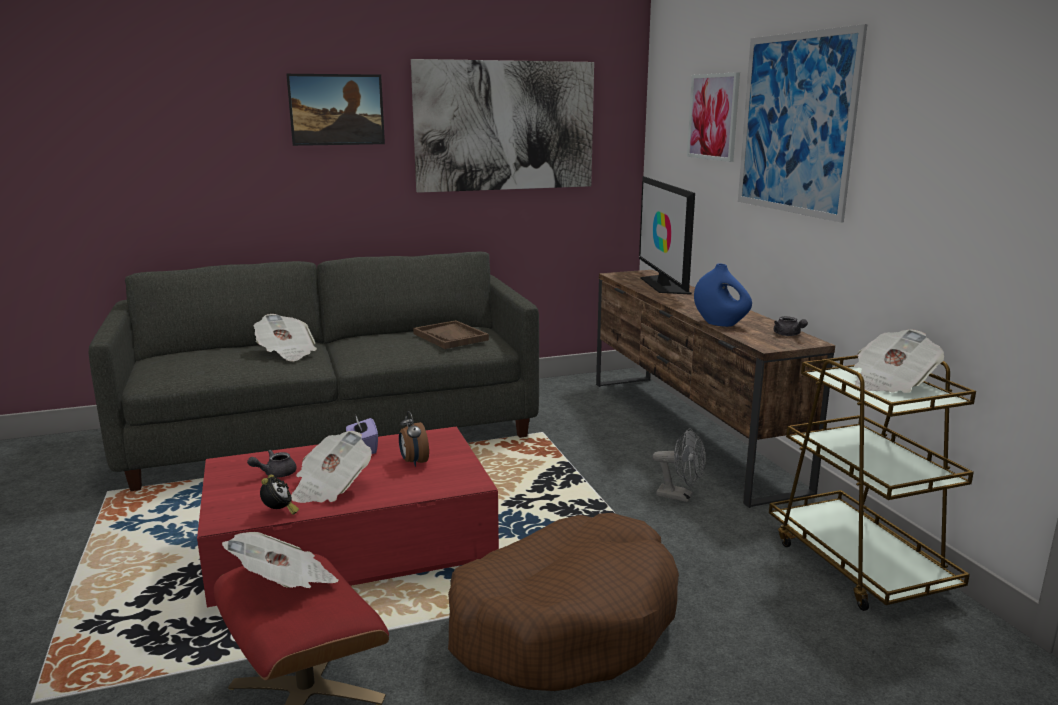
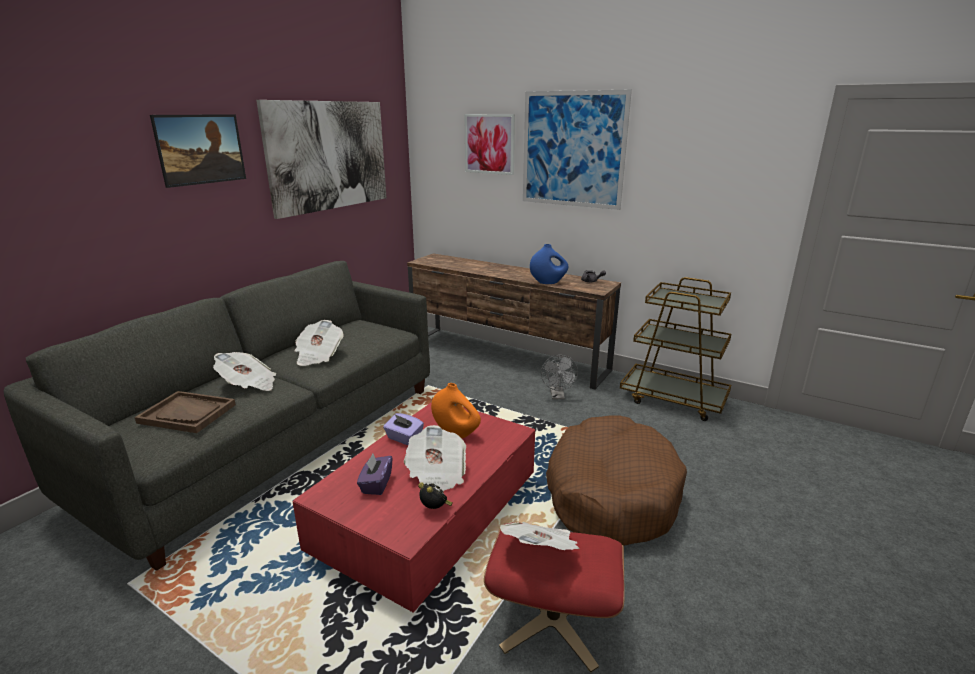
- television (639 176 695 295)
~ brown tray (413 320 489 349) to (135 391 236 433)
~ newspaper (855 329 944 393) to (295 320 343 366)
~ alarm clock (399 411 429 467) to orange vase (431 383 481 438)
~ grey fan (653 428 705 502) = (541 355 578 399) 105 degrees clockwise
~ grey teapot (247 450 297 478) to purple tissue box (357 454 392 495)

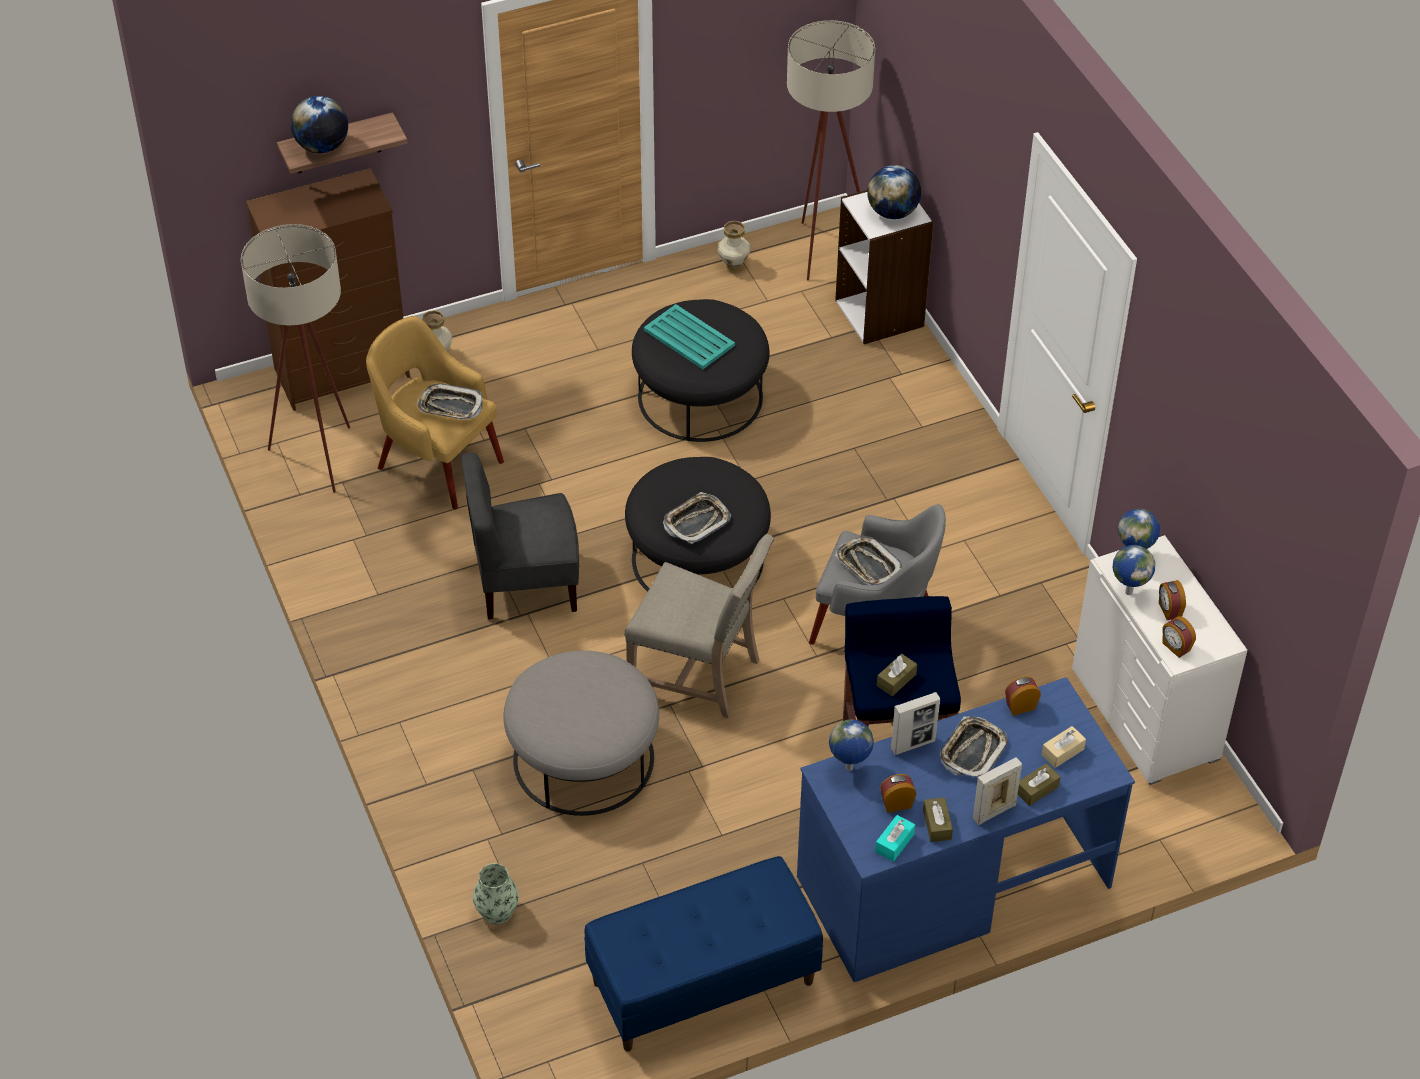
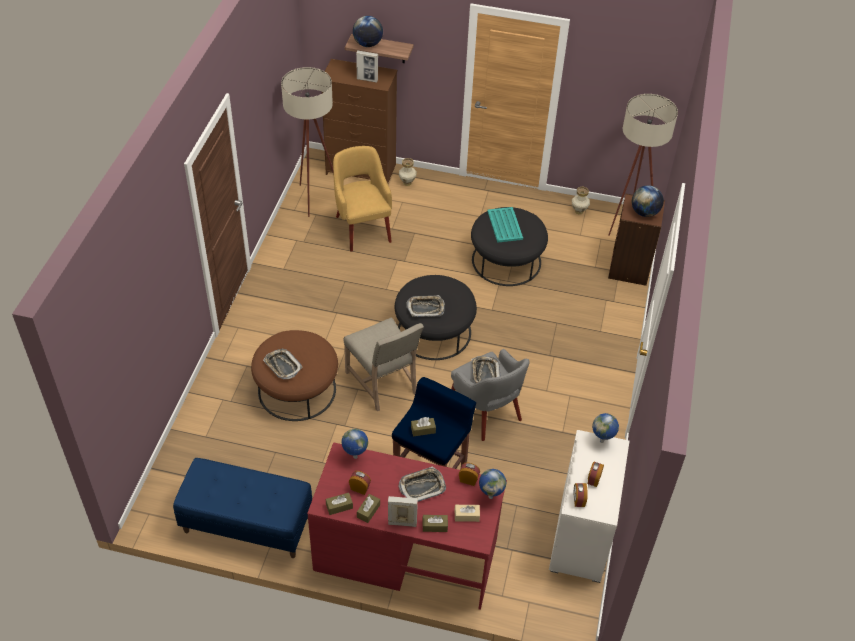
~ white bookcase (835 190 933 344) to brown bookcase (608 194 665 286)
~ tray (417 383 482 420) to (263 349 303 379)
- grey chair (461 452 579 619)
~ globe (1113 545 1155 595) to (479 469 506 499)
~ grey ottoman (503 650 659 816) to brown ottoman (251 330 338 421)
~ blue desk (797 677 1135 982) to red desk (307 442 507 610)
~ picture frame (891 692 940 755) to (356 50 378 83)
~ turquoise tissue box (875 815 915 862) to brown tissue box (326 493 353 515)
- vase (473 863 519 924)

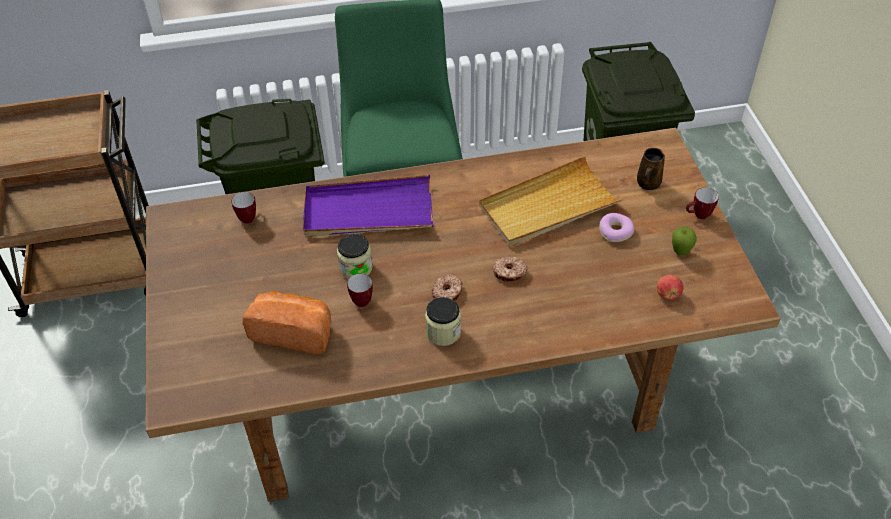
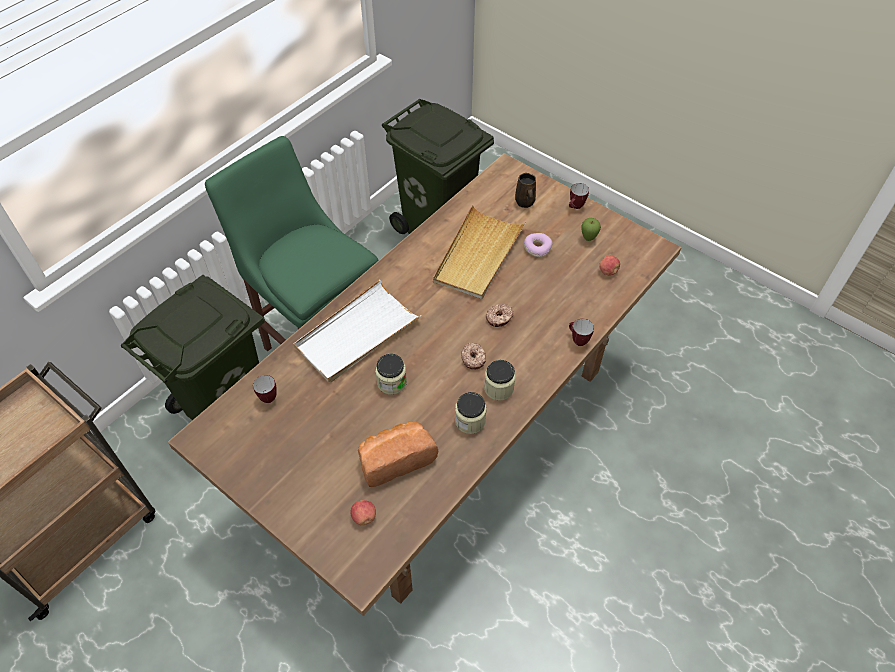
~ purple tray (303 175 434 237) to white tray (293 280 421 383)
~ mug (347 274 373 307) to (569 319 594 346)
+ jar (455 392 487 434)
+ apple (351 500 376 525)

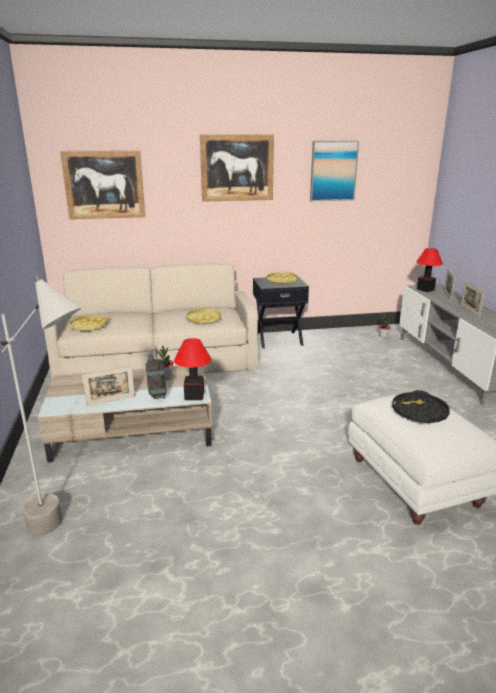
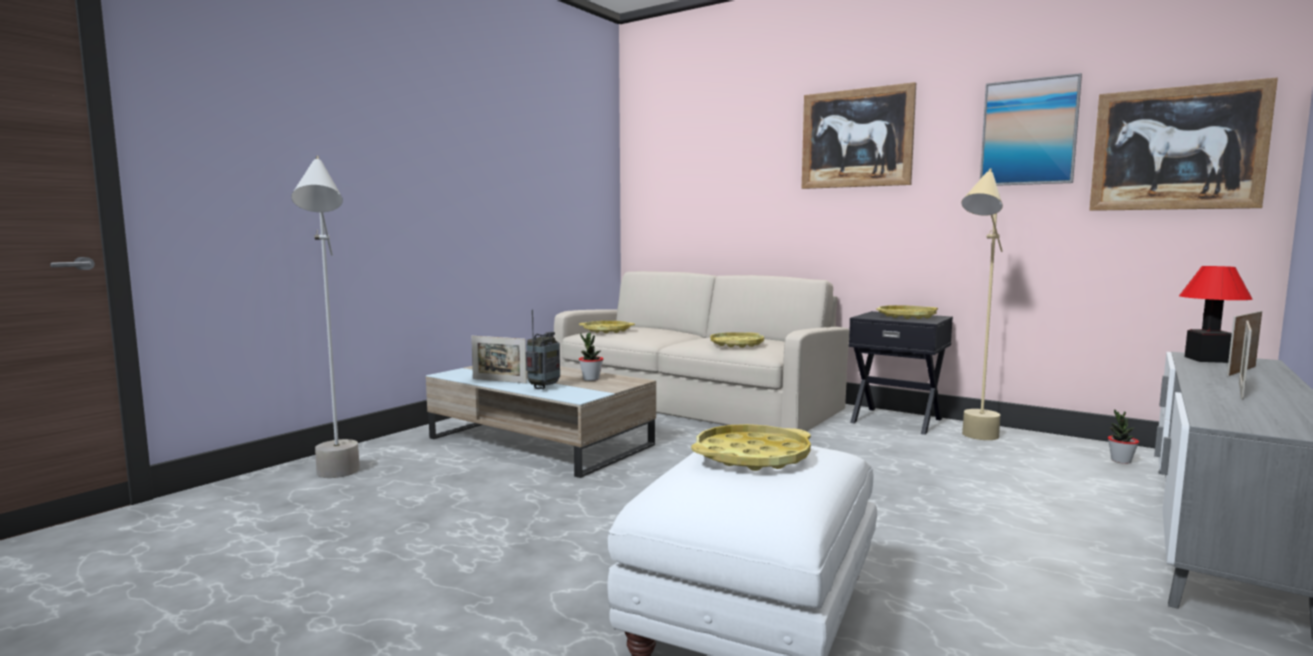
~ picture (60 150 145 219) to (1089 77 1278 211)
- table lamp (174 338 211 400)
~ black tray (392 390 450 423) to yellow tray (691 424 811 471)
+ beige floor lamp (961 168 1003 440)

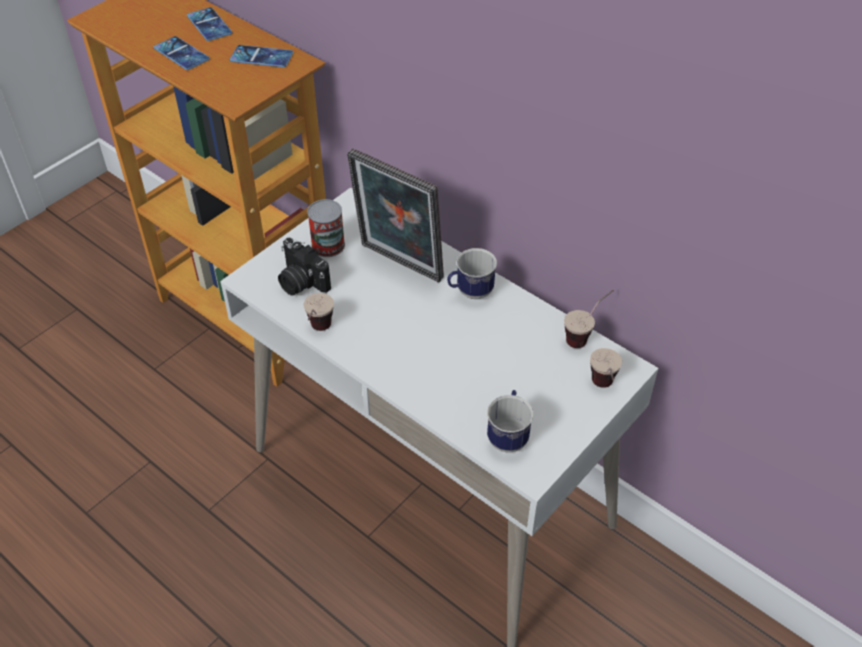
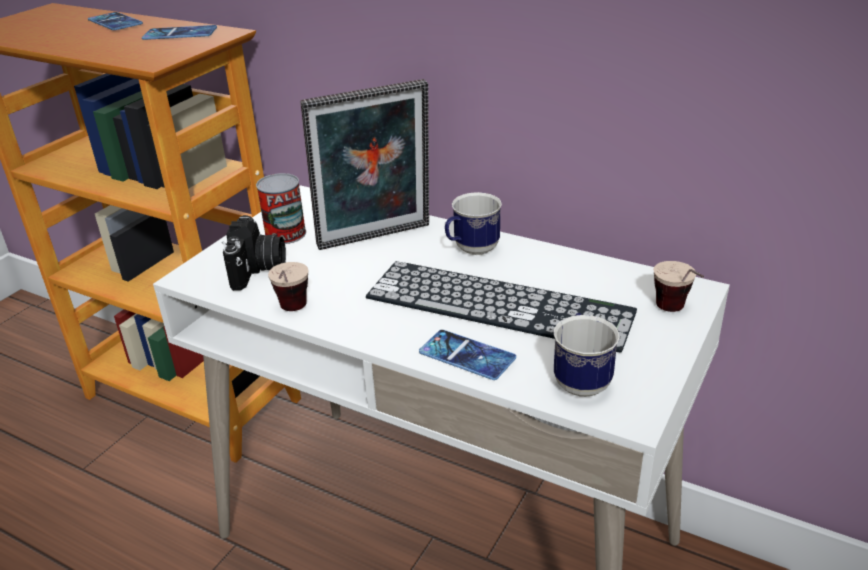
~ phone (154 36 210 70) to (419 330 516 380)
~ picture frame (347 148 444 282) = (300 79 429 250) 45 degrees counterclockwise
~ photo camera (278 238 331 296) = (222 215 286 291) 120 degrees counterclockwise
- cup (564 290 614 348)
+ keyboard (366 261 637 353)

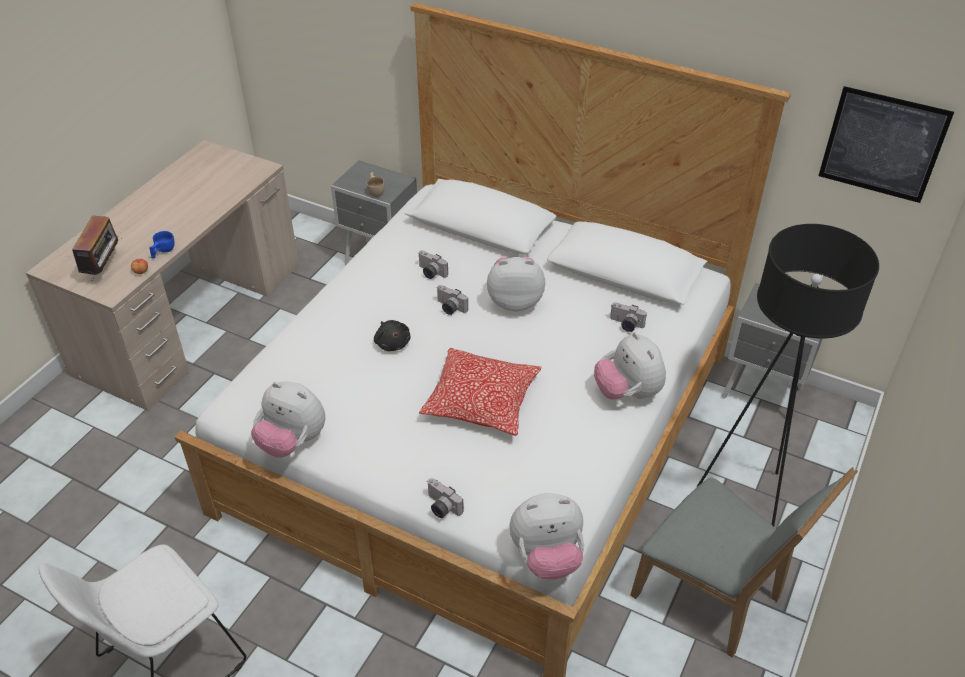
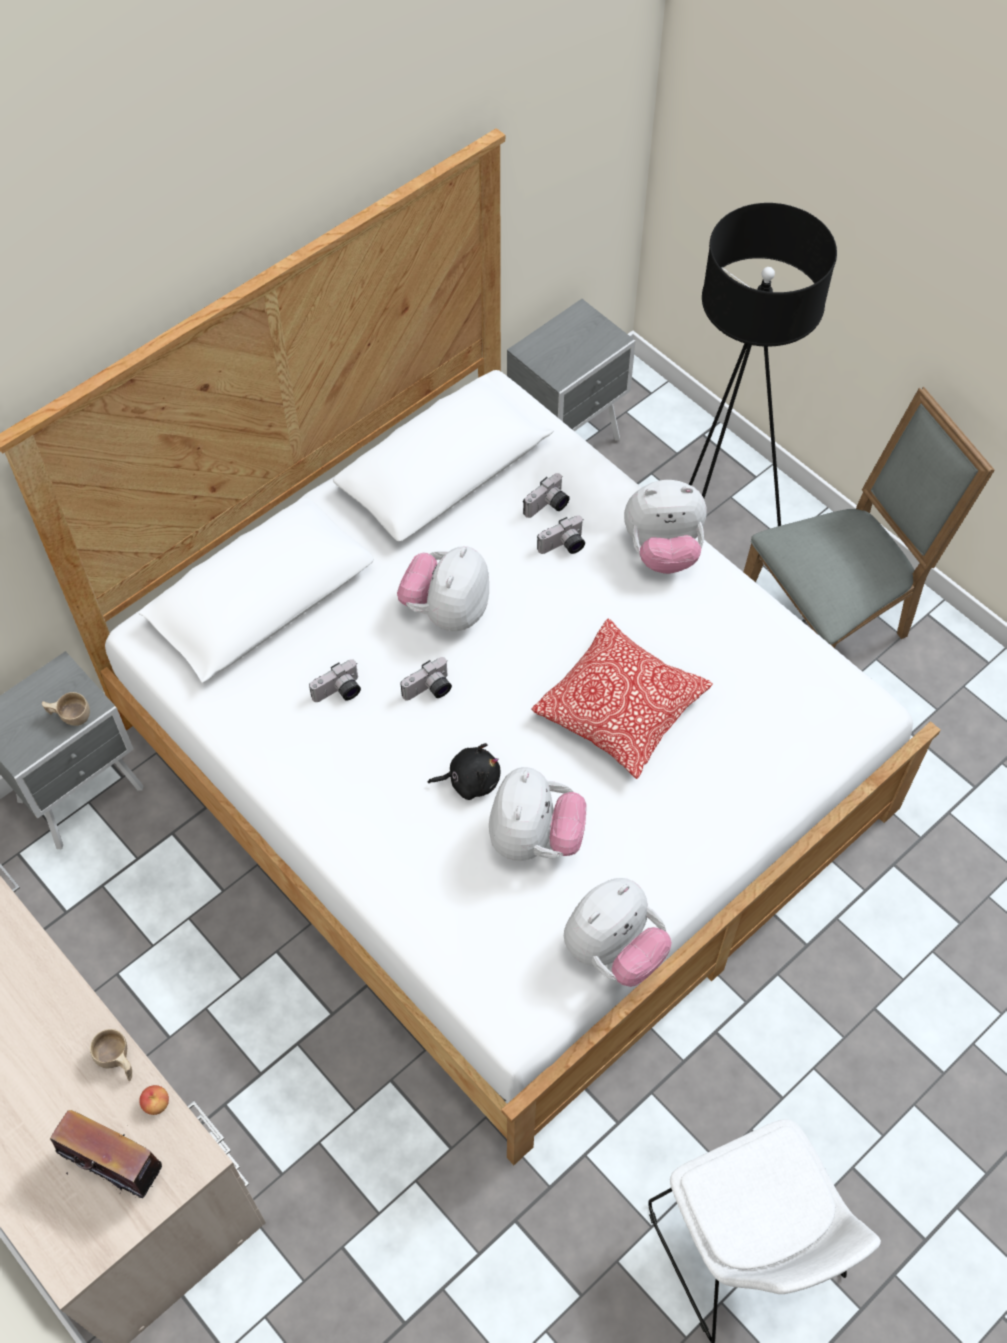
- picture (818 86 954 203)
~ blue cup (149 231 175 258) to beige cup (90 1029 132 1081)
~ photo camera (428 478 464 518) to (537 515 585 554)
~ plush toy (509 493 584 580) to (489 767 586 861)

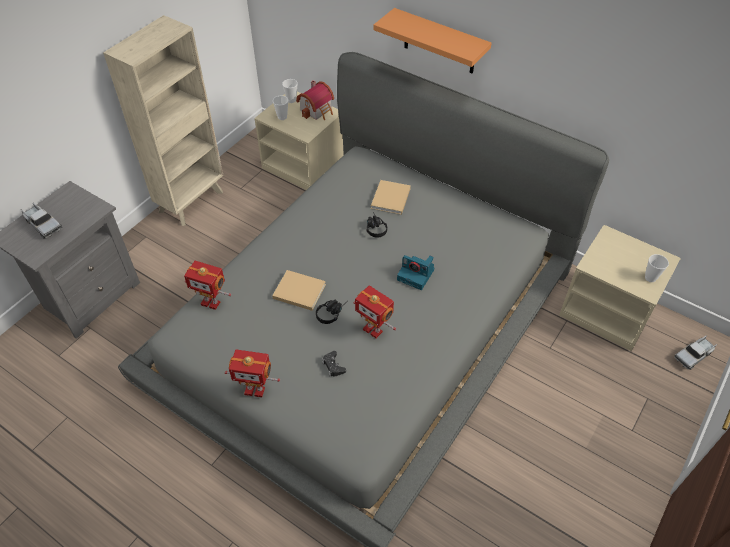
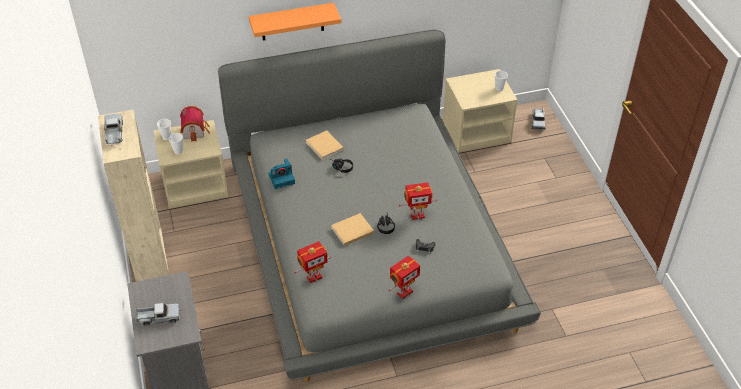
~ photo camera (397 255 434 290) to (268 158 295 189)
+ toy truck (104 114 123 144)

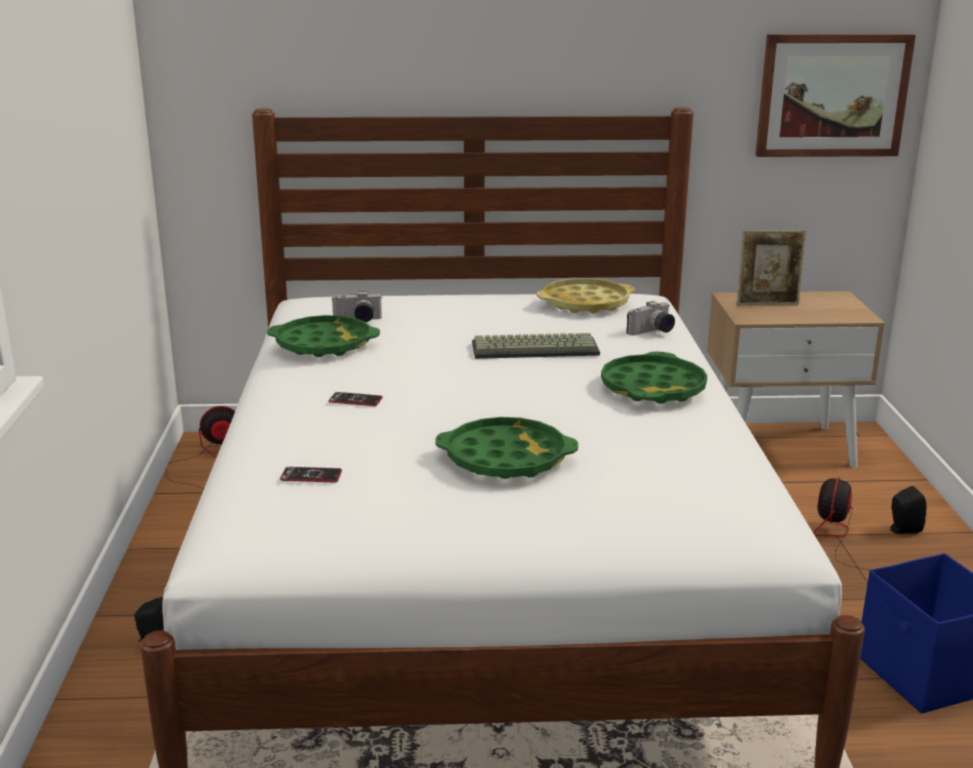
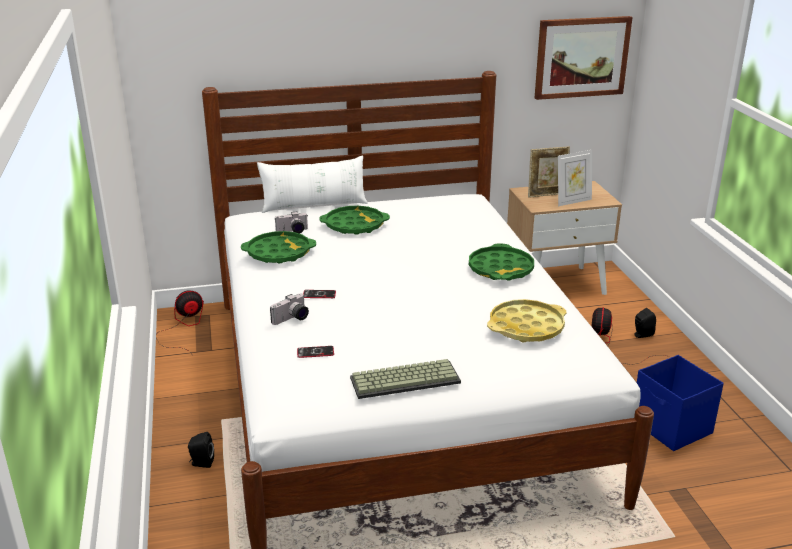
~ yellow tray (536 278 635 314) to (487 299 566 342)
~ photo camera (627 301 675 336) to (270 294 309 325)
~ keyboard (472 333 600 359) to (350 359 461 399)
~ green tray (435 417 578 479) to (319 206 390 235)
+ picture frame (558 150 592 206)
+ white pillow (257 155 368 213)

